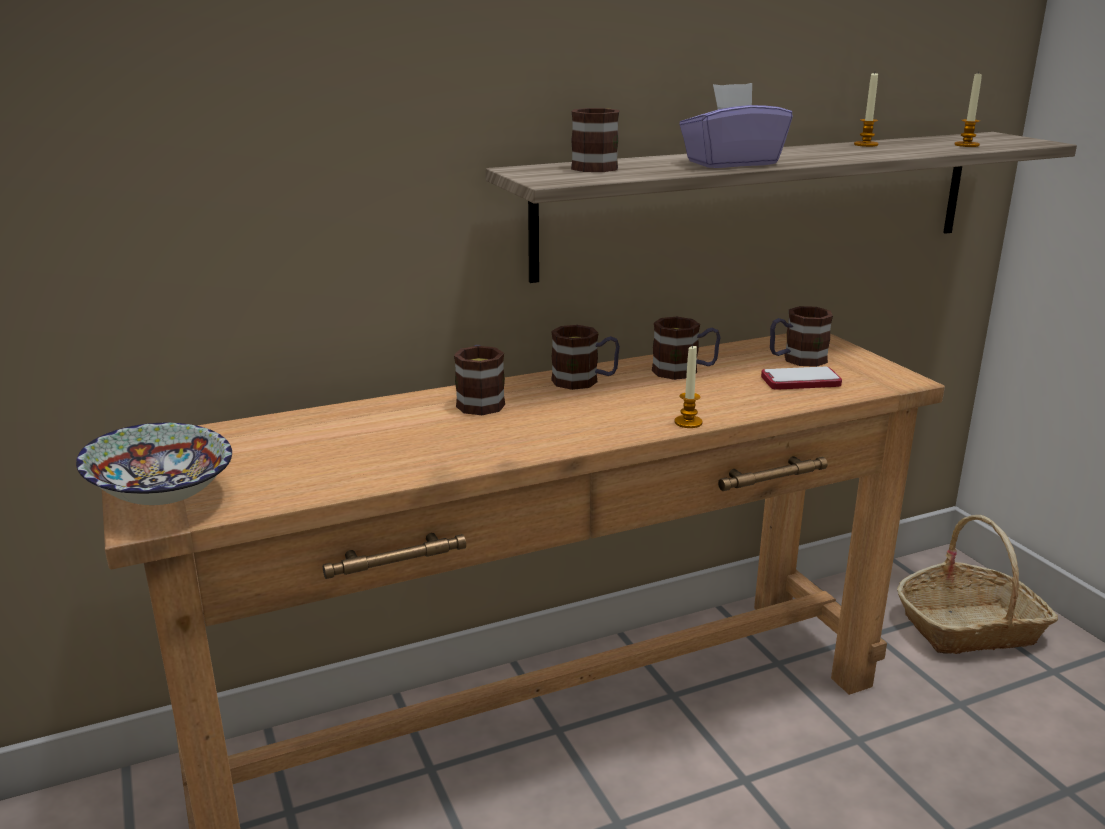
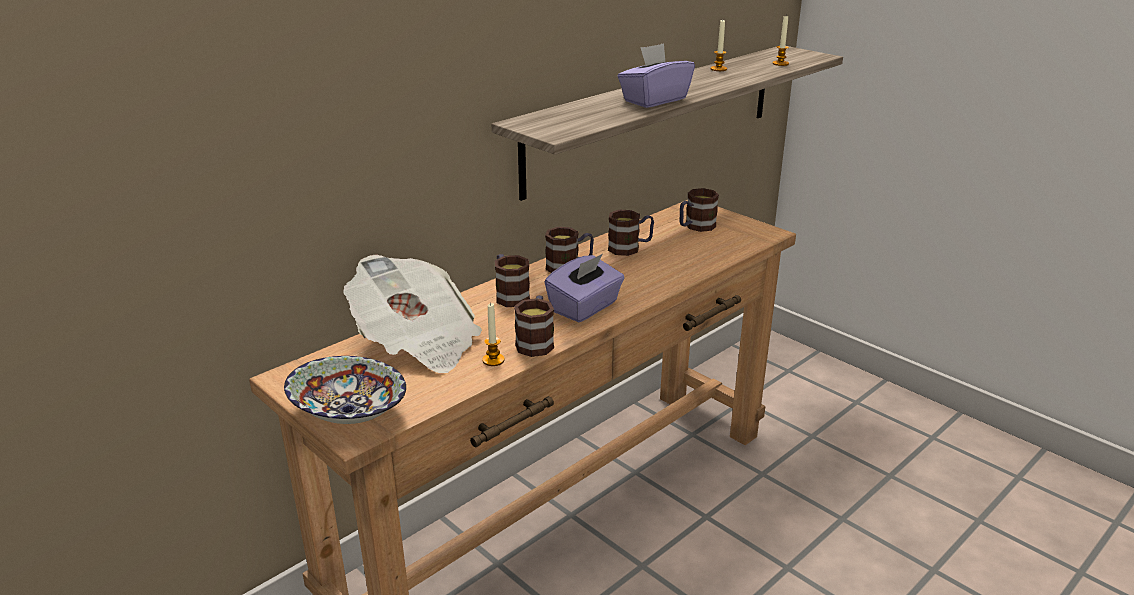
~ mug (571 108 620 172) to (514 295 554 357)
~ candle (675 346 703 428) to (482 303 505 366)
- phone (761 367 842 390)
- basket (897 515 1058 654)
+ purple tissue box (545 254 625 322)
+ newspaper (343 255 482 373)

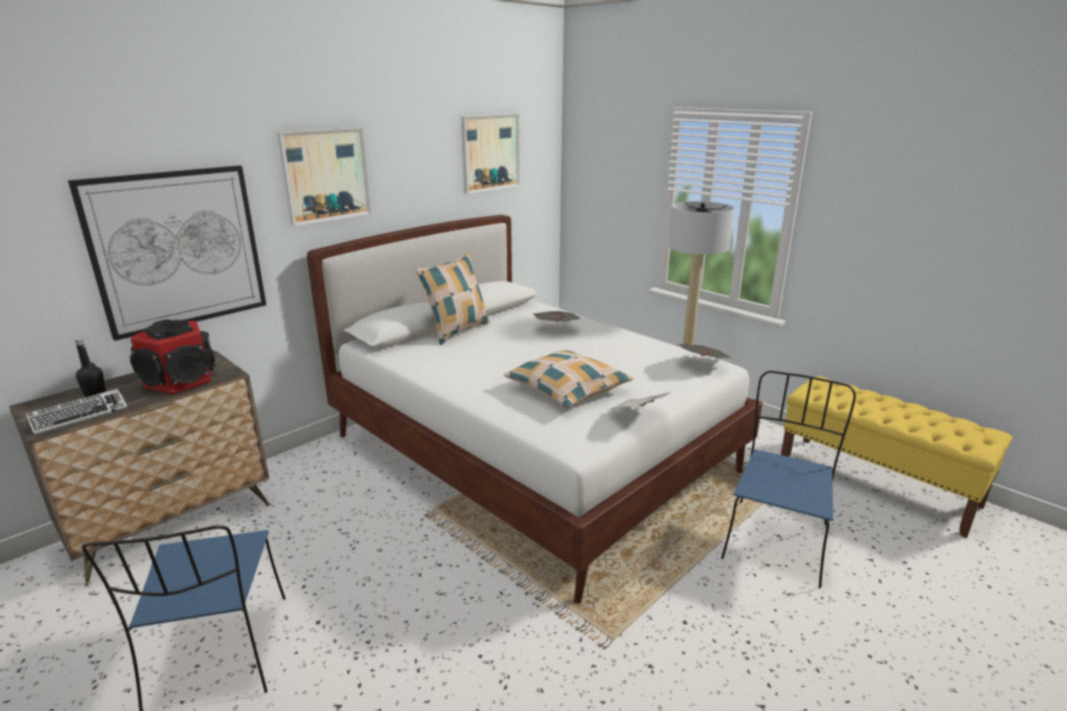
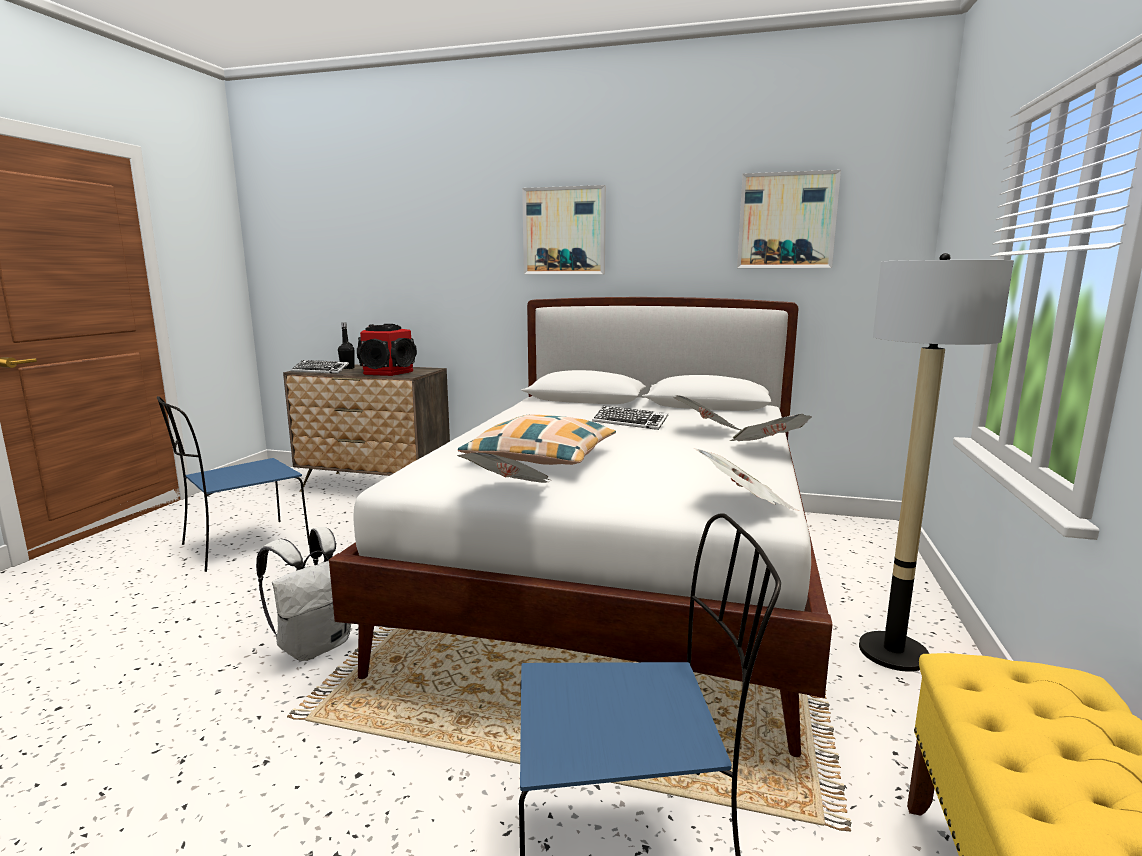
- picture (68 165 266 341)
- pillow (416 253 490 345)
+ keyboard (592 406 668 430)
+ newspaper (730 414 812 441)
+ white backpack (256 527 351 661)

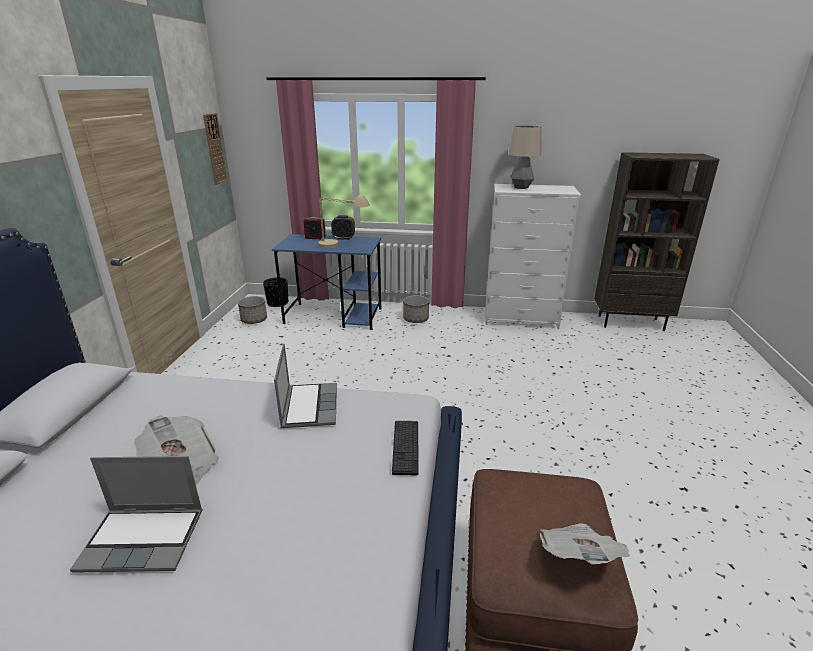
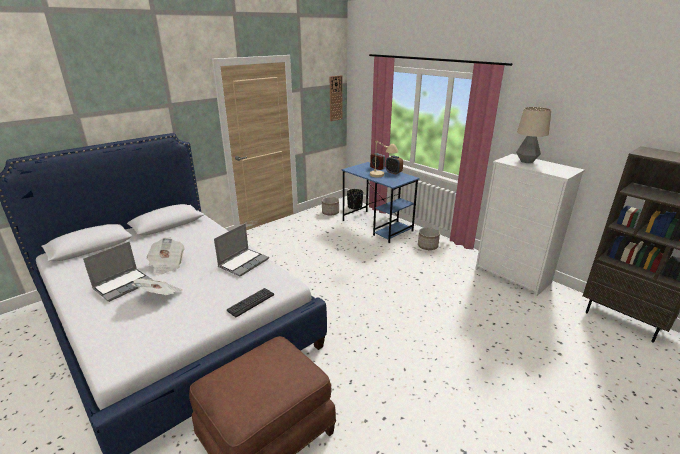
~ laptop (70 456 203 573) = (83 241 153 302) 90 degrees counterclockwise
~ newspaper (540 523 630 564) to (131 278 183 295)

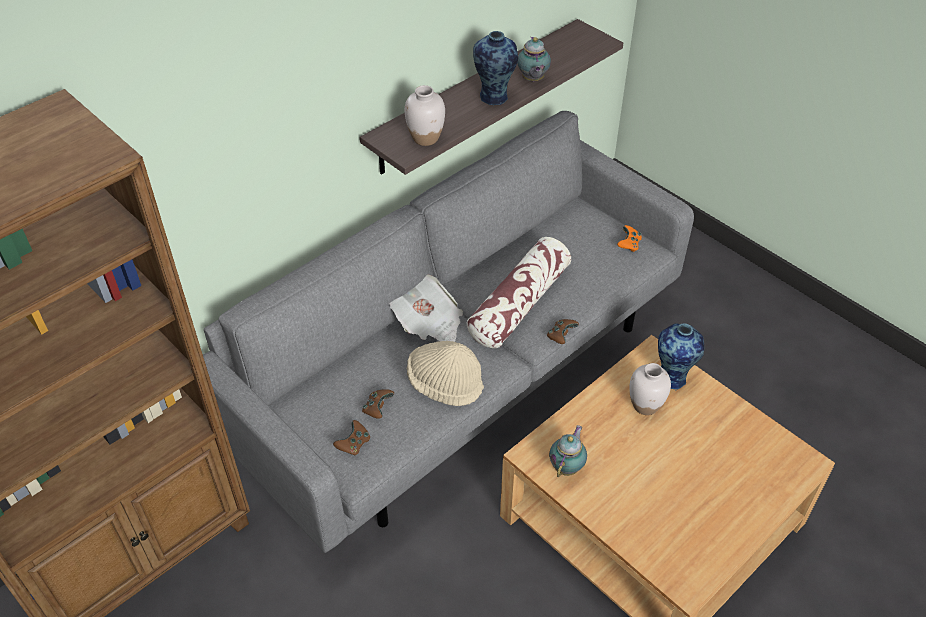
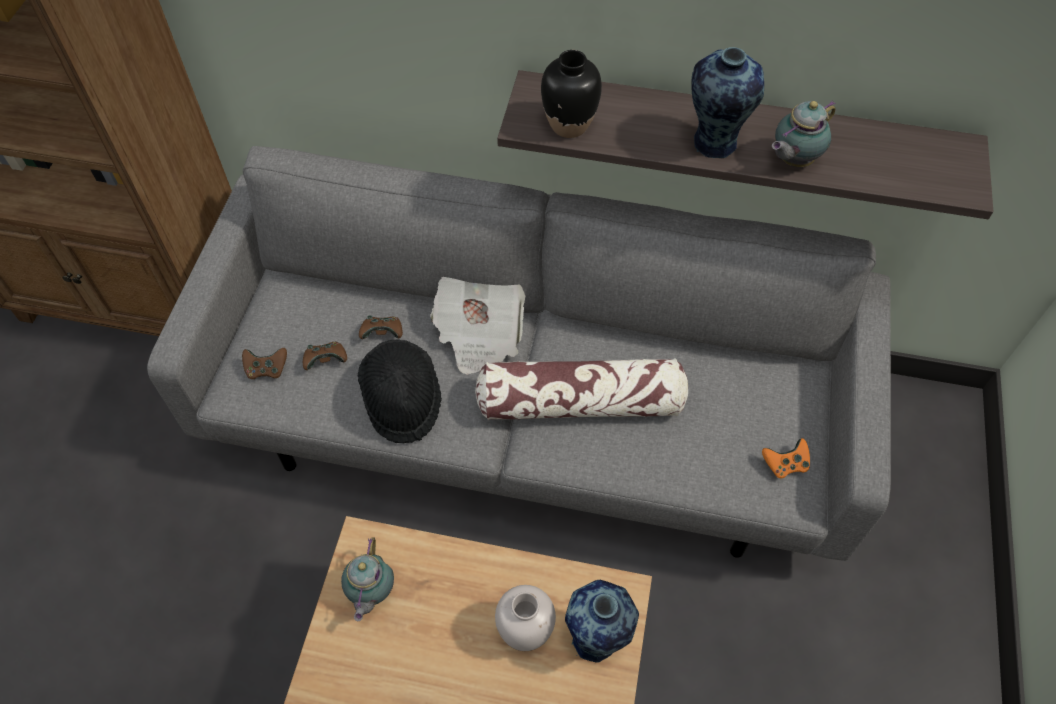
~ white vase (405 85 445 146) to black vase (541 50 602 138)
~ brown game controller (547 319 579 344) to (359 315 403 339)
~ beige hat (407 341 484 406) to black hat (358 340 442 443)
~ teapot (549 425 587 477) = (341 537 394 621) 105 degrees clockwise

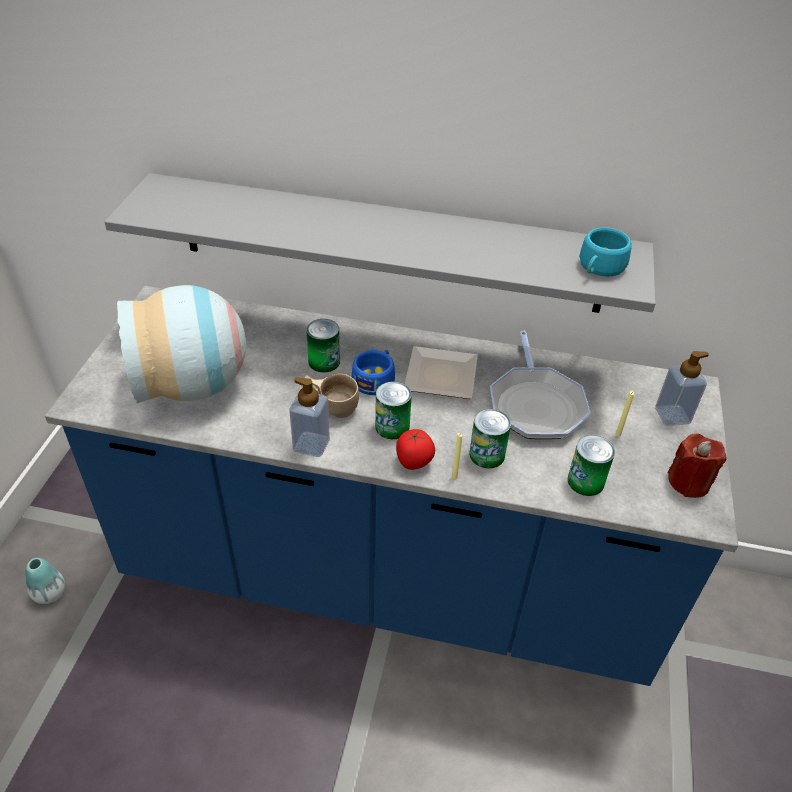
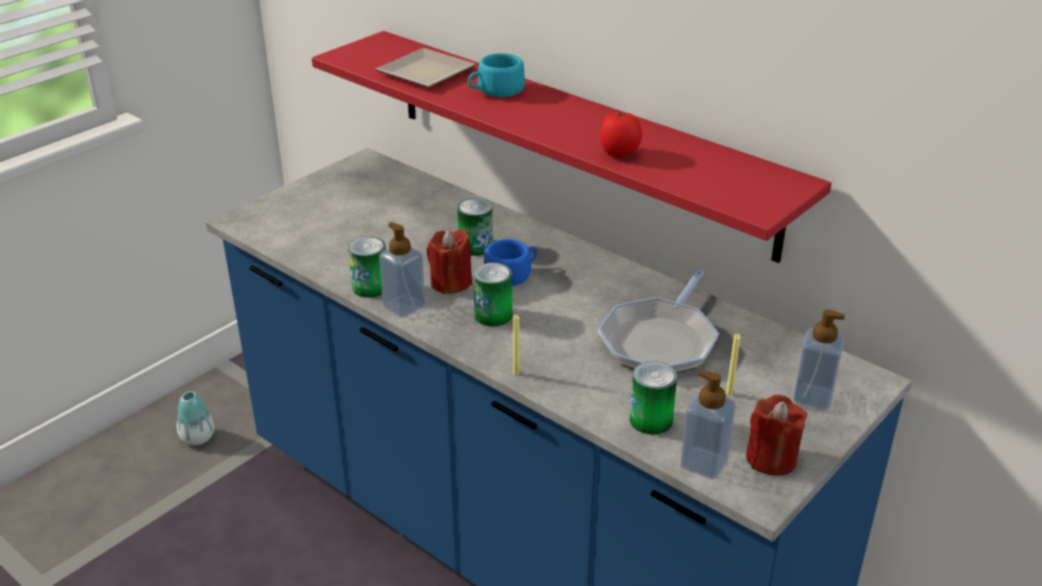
~ grey shelf (104 173 656 313) to red shelf (312 31 831 263)
~ turquoise cup (580 227 632 276) to (468 53 525 97)
- vase (117 285 246 403)
~ plate (405 346 478 399) to (376 48 476 88)
~ beige cup (305 374 359 418) to red candle (427 229 472 294)
~ can (470 409 511 468) to (348 236 386 298)
~ tomato (396 429 435 470) to (600 111 642 157)
+ soap dispenser (680 370 736 479)

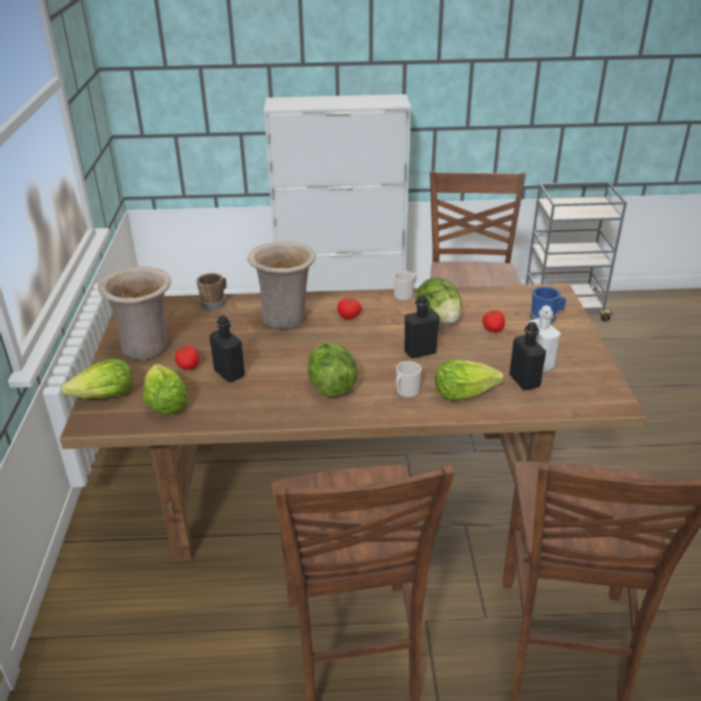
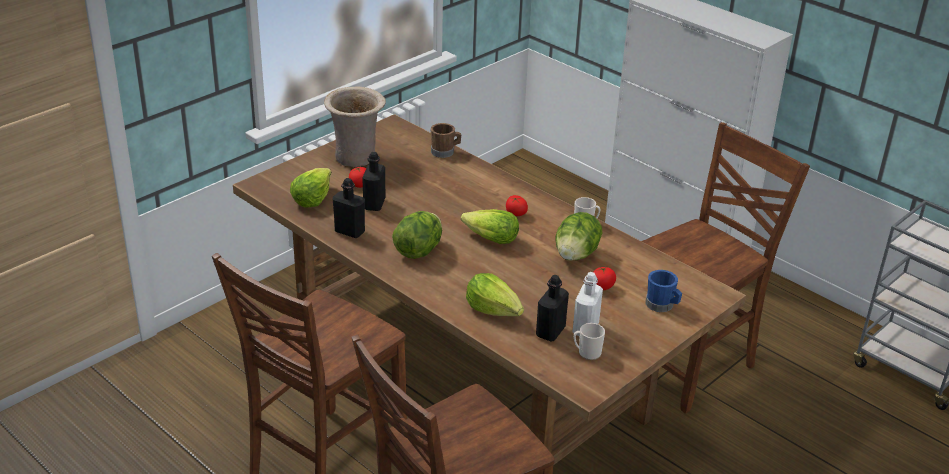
- beige vase (247 241 316 329)
~ black bottle (404 295 439 358) to (332 178 365 238)
~ lettuce (61 359 133 398) to (461 209 519 244)
~ mug (396 361 421 398) to (574 323 605 360)

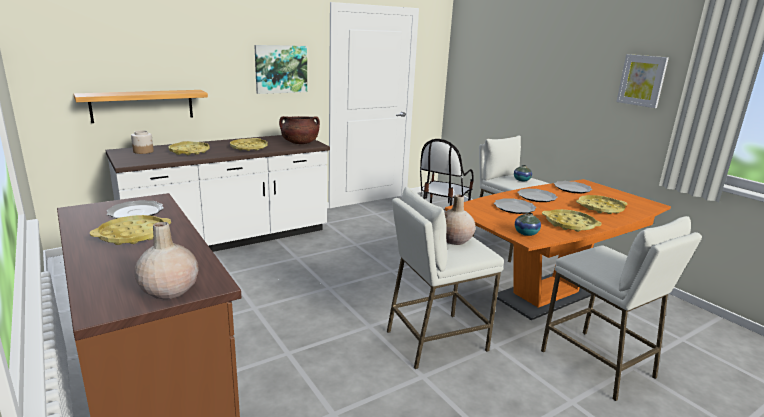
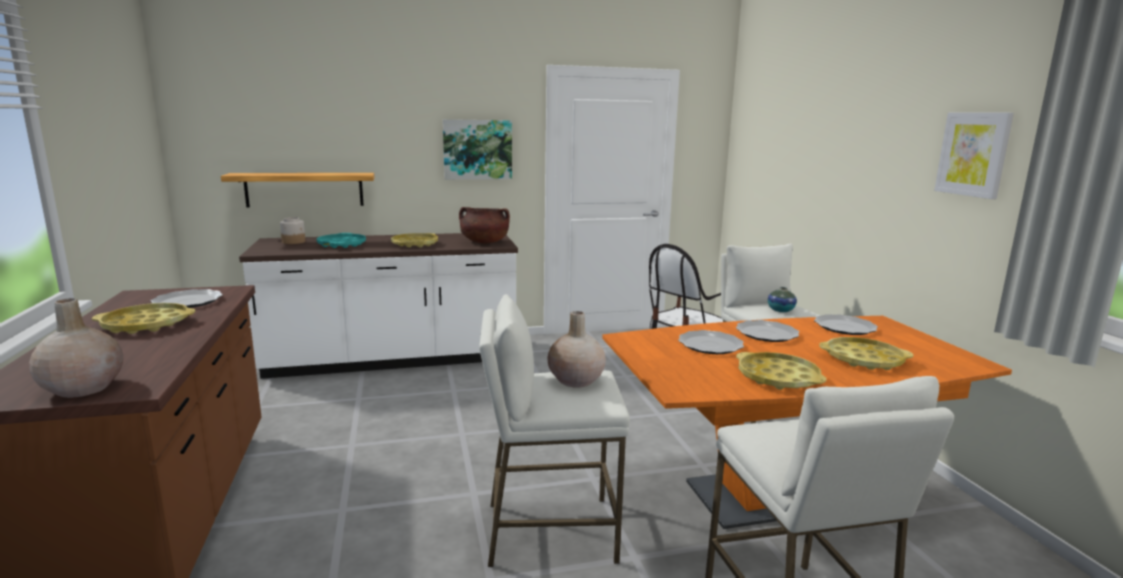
~ yellow tray (168 141 210 155) to turquoise tray (317 233 366 248)
- vase (515 212 541 236)

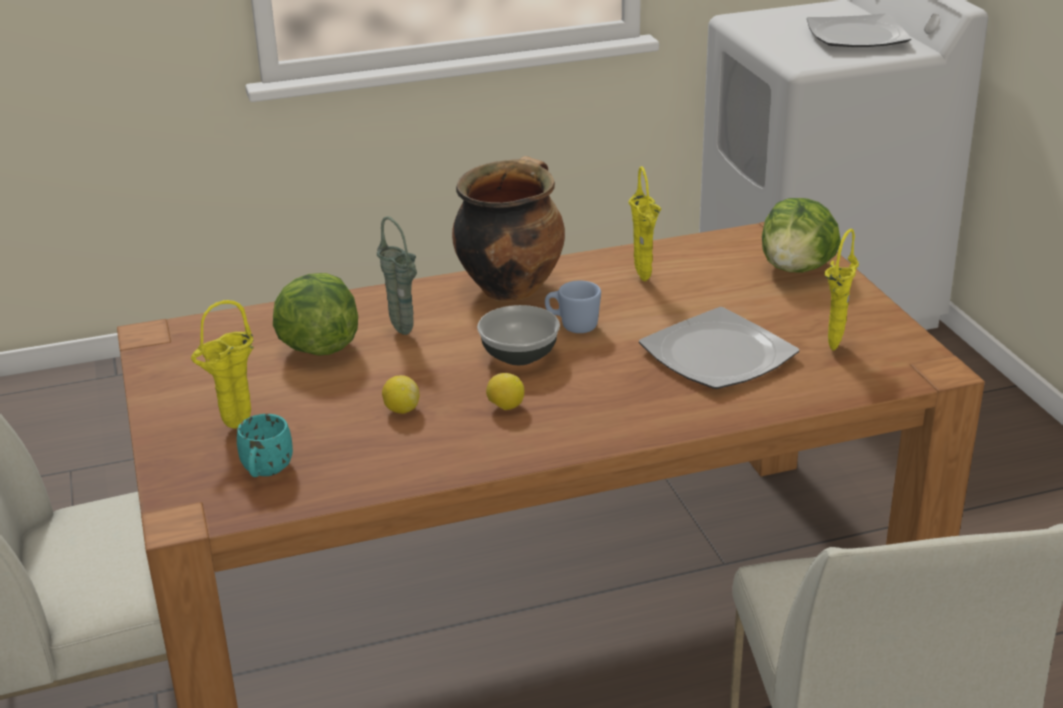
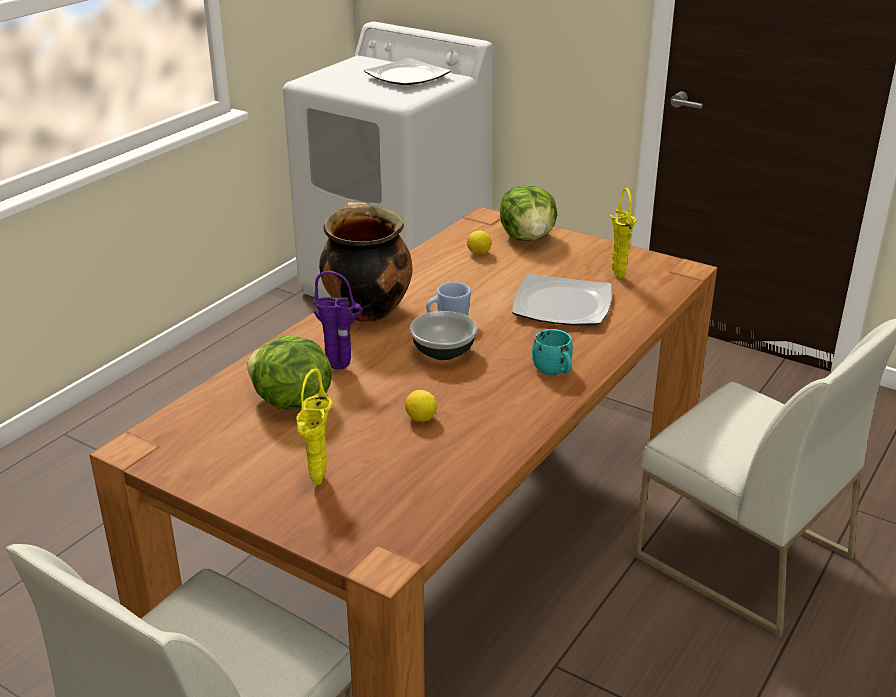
- yellow vase (628 166 661 281)
~ green vase (377 216 417 335) to purple vase (313 271 363 369)
~ lemon (486 373 524 410) to (467 230 492 254)
~ turquoise mug (237 414 293 477) to (532 329 573 375)

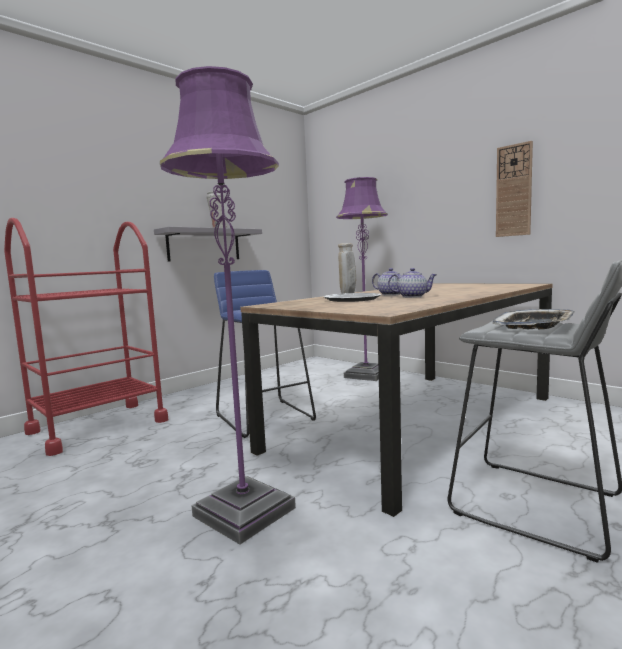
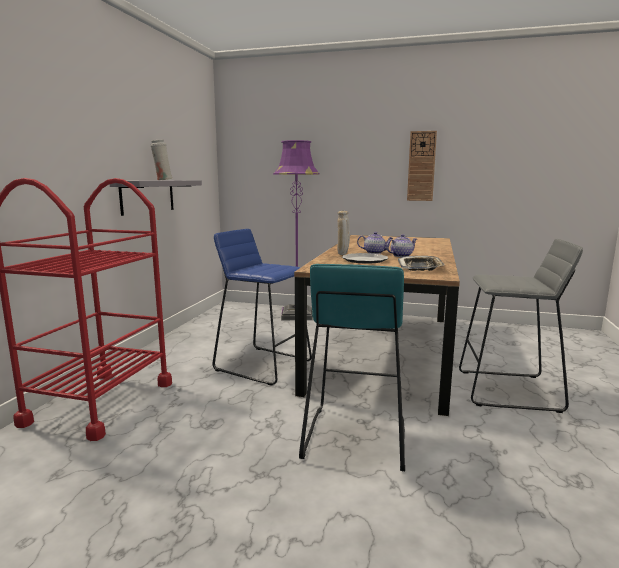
~ purple floor lamp (160 66 296 545) to turquoise stool (299 264 405 471)
~ tray (493 309 574 329) to (398 256 445 271)

